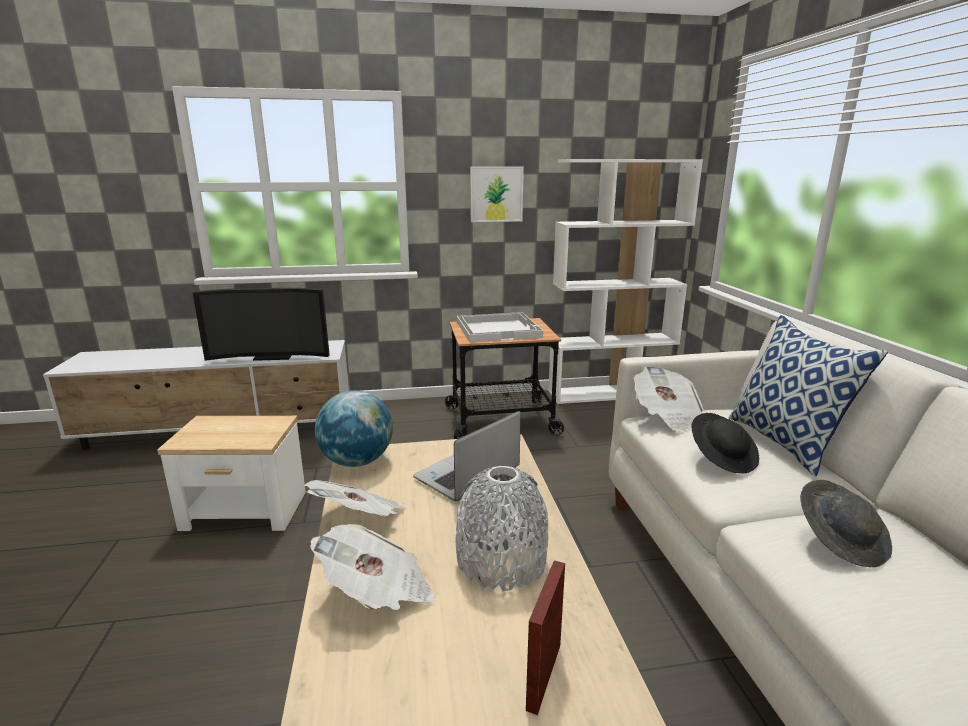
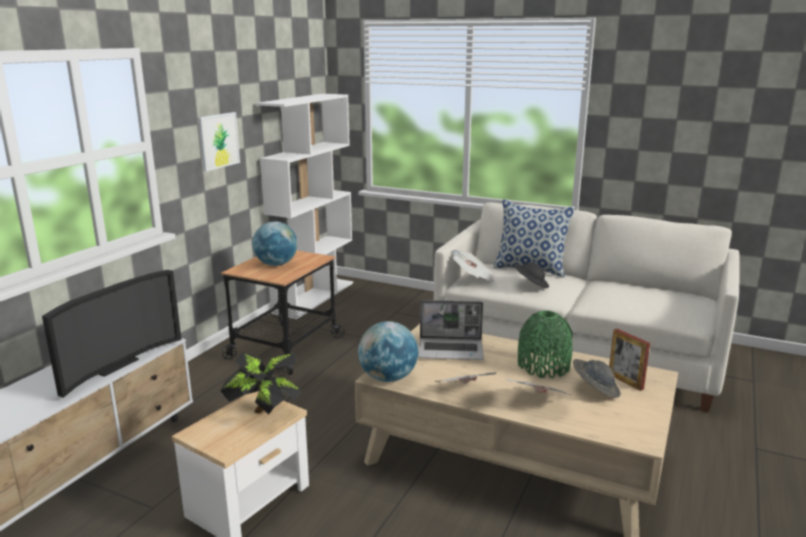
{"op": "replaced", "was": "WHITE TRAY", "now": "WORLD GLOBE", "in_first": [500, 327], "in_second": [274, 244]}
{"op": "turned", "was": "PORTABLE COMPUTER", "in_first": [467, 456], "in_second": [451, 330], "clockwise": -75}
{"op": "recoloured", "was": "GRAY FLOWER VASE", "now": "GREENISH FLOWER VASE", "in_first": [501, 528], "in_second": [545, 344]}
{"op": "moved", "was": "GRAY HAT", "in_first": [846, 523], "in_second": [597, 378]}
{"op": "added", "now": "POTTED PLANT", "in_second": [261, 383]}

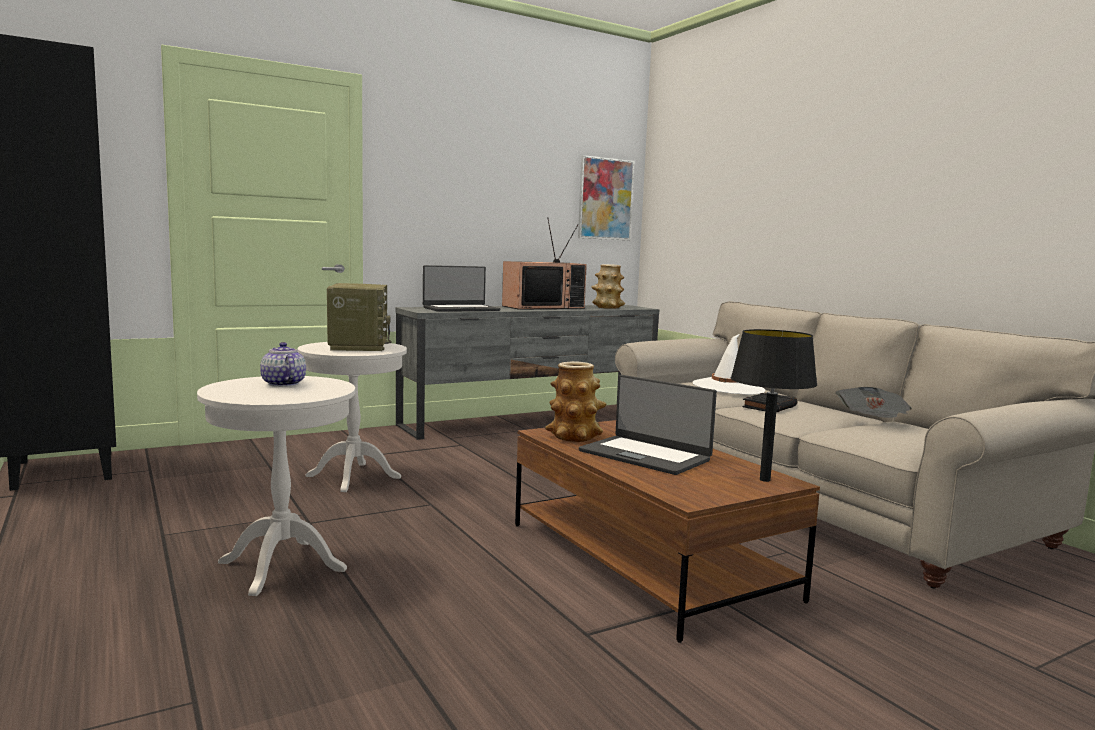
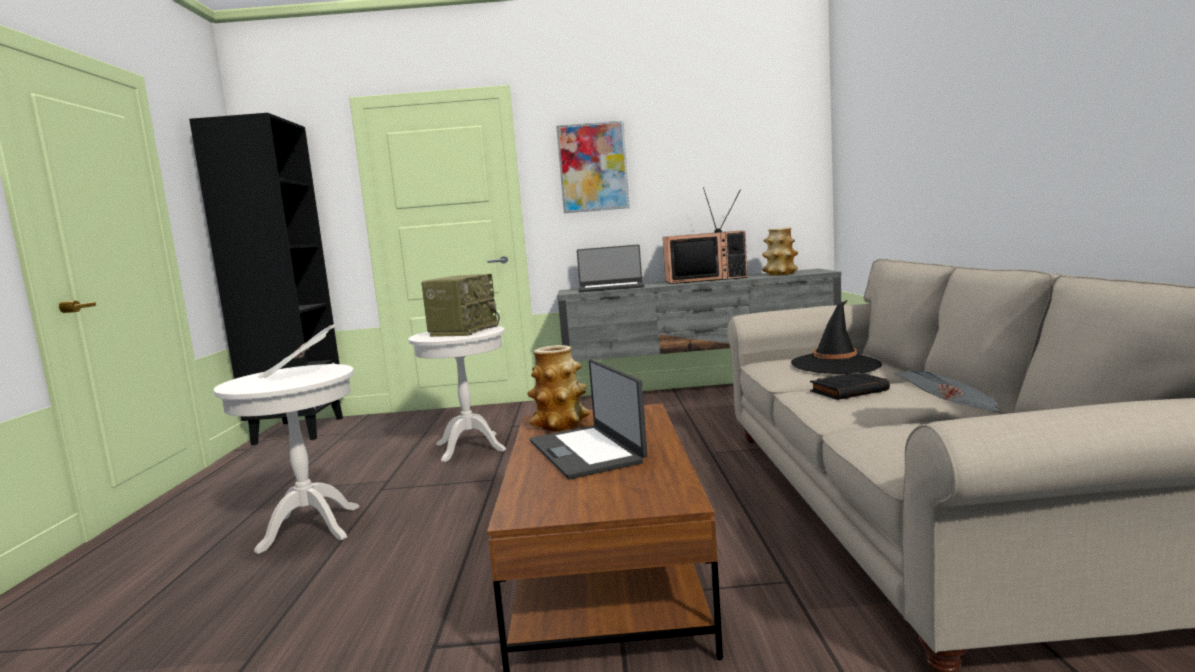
{"op": "moved", "was": "WALL PICTURE", "in_first": [606, 197], "in_second": [593, 166]}
{"op": "removed", "was": "BLACK-COLOURED TABLETOP LAMP", "in_first": [774, 405]}
{"op": "recoloured", "was": "WHITE HAT", "now": "BLACK-COLOURED HAT", "in_first": [729, 364], "in_second": [836, 337]}
{"op": "replaced", "was": "TEAPOT", "now": "NEWSPAPER", "in_first": [283, 364], "in_second": [296, 351]}

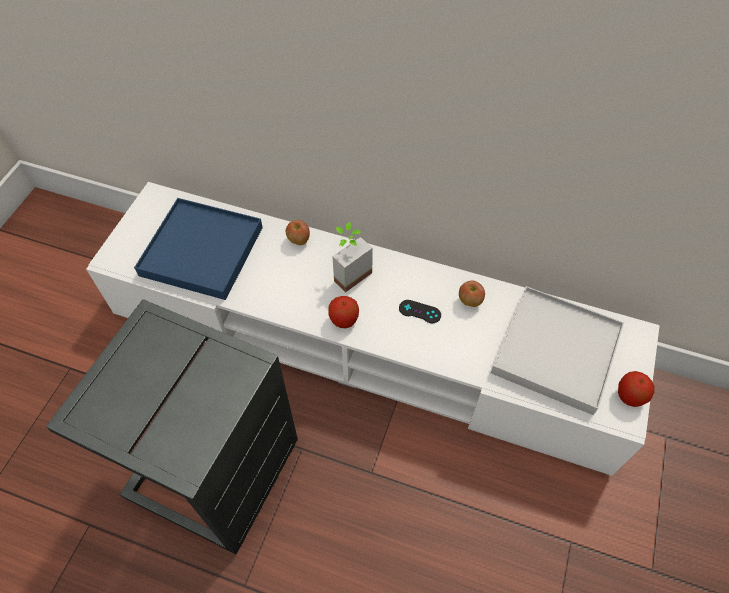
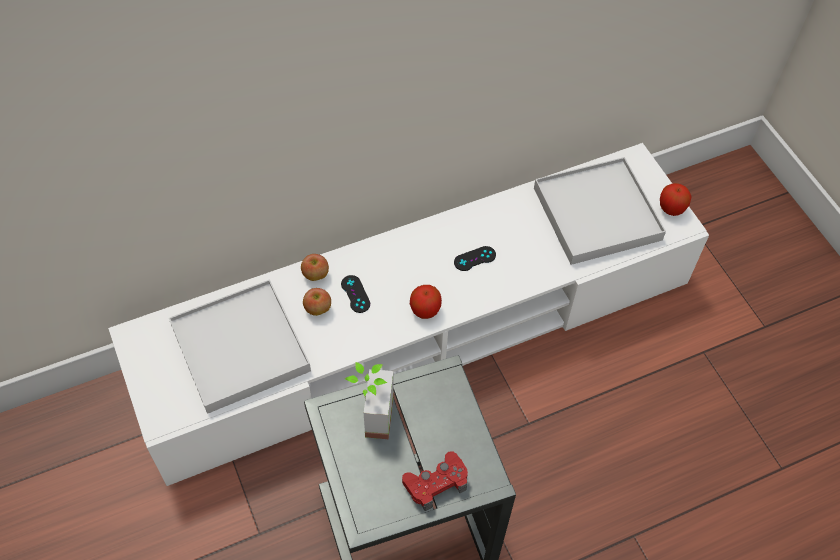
{"op": "recoloured", "was": "BLUE TRAY", "now": "WHITE TRAY", "in_first": [198, 249], "in_second": [240, 346]}
{"op": "moved", "was": "POTTED PLANT", "in_first": [352, 257], "in_second": [369, 400]}
{"op": "moved", "was": "APPLE FRUIT", "in_first": [472, 294], "in_second": [317, 302]}
{"op": "added", "now": "BLACK-COLOURED GAME CONTROLLER", "in_second": [355, 294]}
{"op": "added", "now": "RED-COLOURED GAME CONTROLLER", "in_second": [435, 481]}

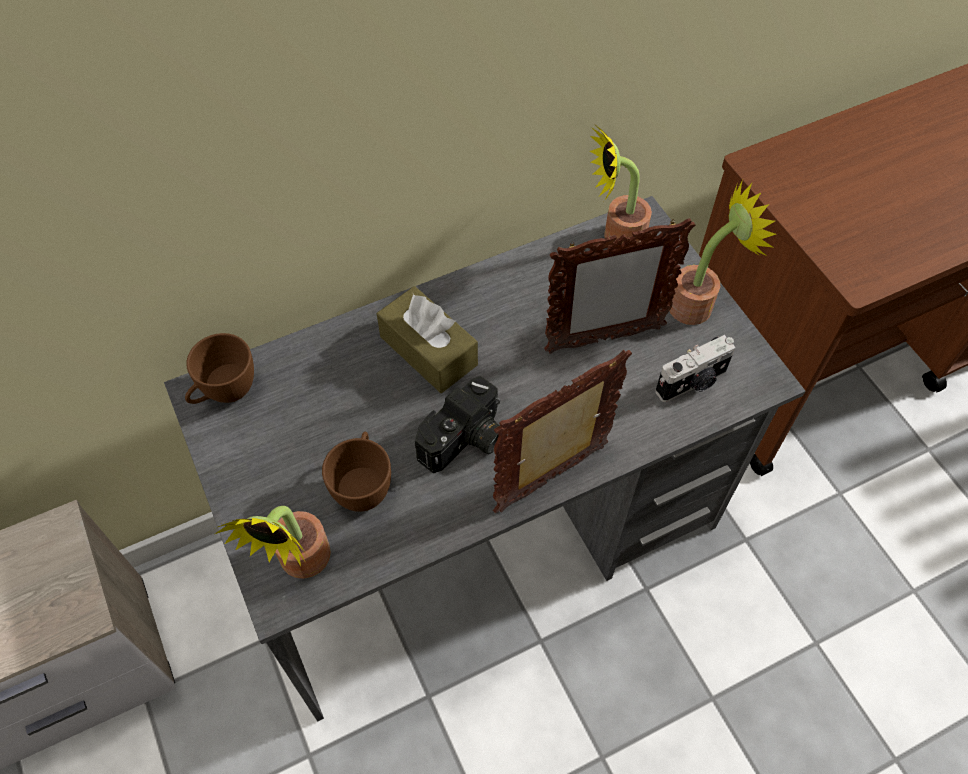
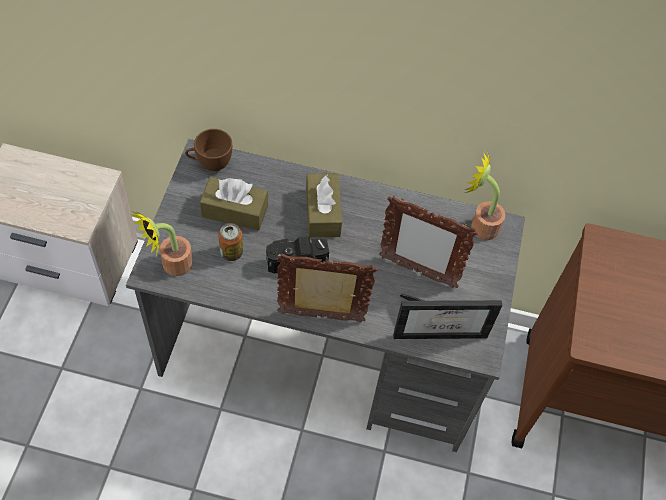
{"op": "removed", "was": "POTTED PLANT", "in_first": [723, 252]}
{"op": "replaced", "was": "STILL CAMERA", "now": "PHOTO FRAME", "in_first": [695, 368], "in_second": [447, 316]}
{"op": "replaced", "was": "BROWN SMALL CUP", "now": "CAN", "in_first": [356, 471], "in_second": [230, 242]}
{"op": "added", "now": "BROWN TISSUE BOX", "in_second": [234, 204]}

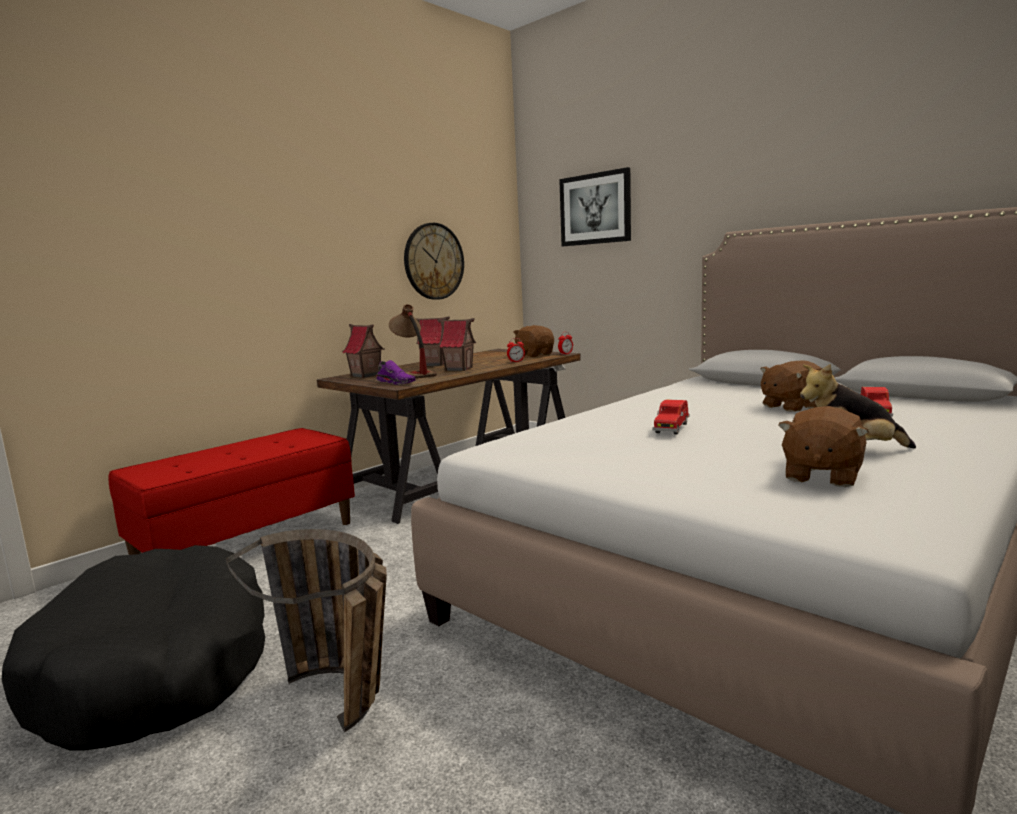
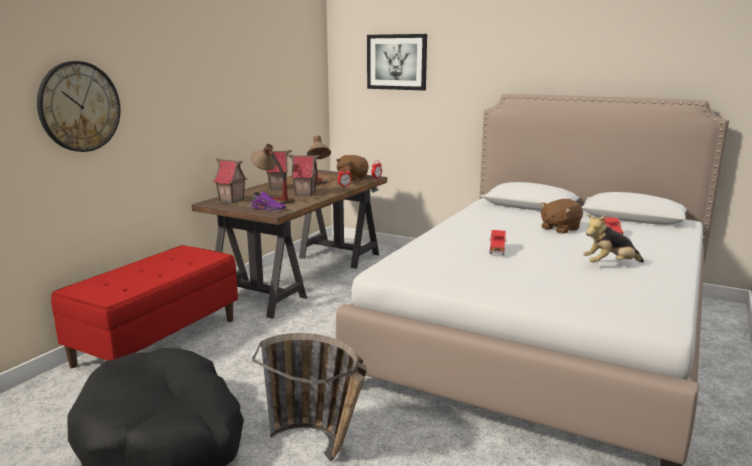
{"op": "moved", "was": "CLOCK ON THE WALL", "in_first": [434, 261], "in_second": [78, 106]}
{"op": "removed", "was": "BROWN PLUSH TOY", "in_first": [823, 446]}
{"op": "added", "now": "TABLETOP LAMP", "in_second": [319, 160]}

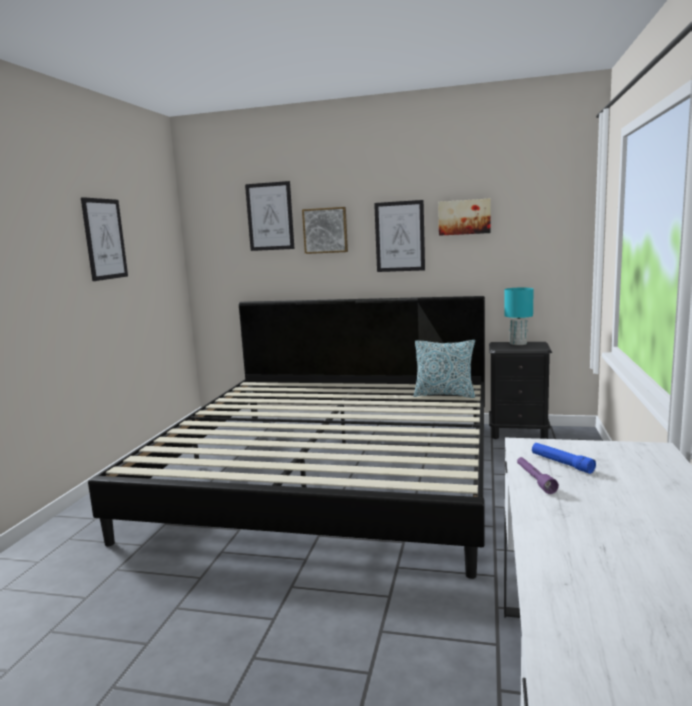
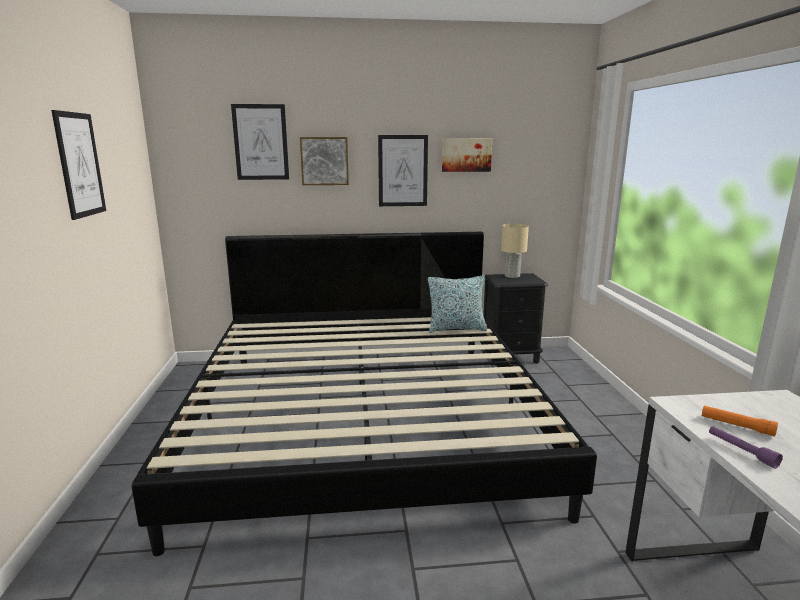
{"op": "recoloured", "was": "BLUE-GREEN TABLETOP LAMP", "now": "BEIGE TABLETOP LAMP", "in_first": [519, 316], "in_second": [515, 251]}
{"op": "recoloured", "was": "BLUE HAND TORCH", "now": "ORANGEY HAND TORCH", "in_first": [564, 458], "in_second": [740, 421]}

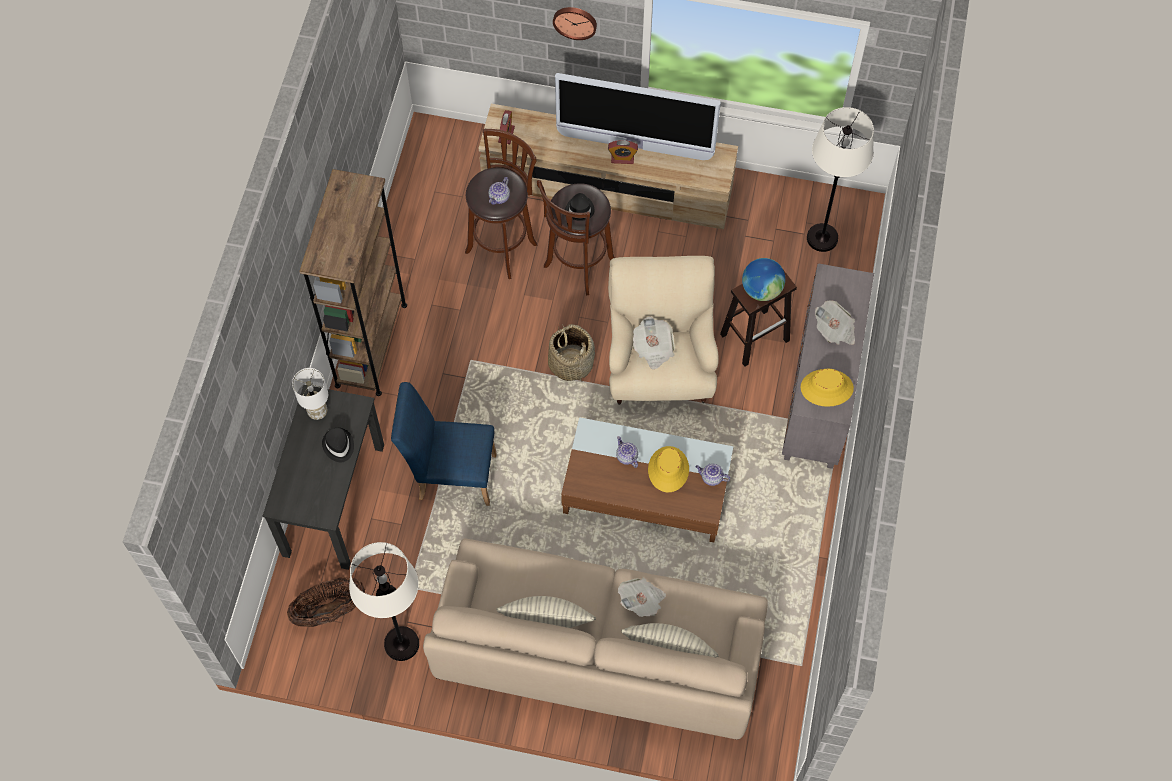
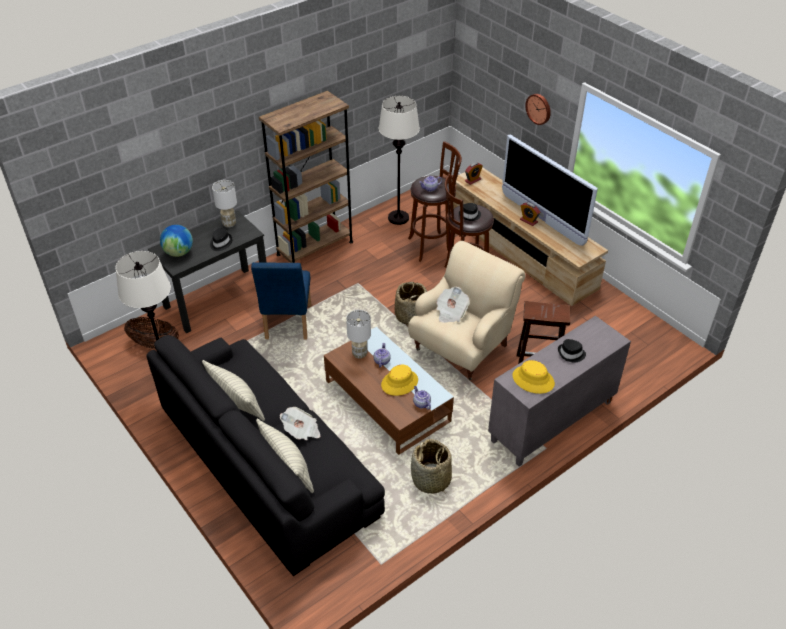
{"op": "moved", "was": "WHITE FLOOR LAMP", "in_first": [840, 179], "in_second": [399, 160]}
{"op": "moved", "was": "WORLD GLOBE", "in_first": [763, 279], "in_second": [176, 241]}
{"op": "replaced", "was": "NEWSPAPER", "now": "BLACK-COLOURED HAT", "in_first": [835, 322], "in_second": [572, 350]}
{"op": "turned", "was": "BLUE UPRIGHT CHAIR", "in_first": [444, 444], "in_second": [281, 301], "clockwise": -135}
{"op": "recoloured", "was": "BEIGE SETTEE", "now": "BLACK-COLOURED SETTEE", "in_first": [595, 639], "in_second": [266, 455]}
{"op": "added", "now": "WHITE TABLETOP LAMP", "in_second": [358, 334]}
{"op": "added", "now": "BASKET", "in_second": [431, 466]}

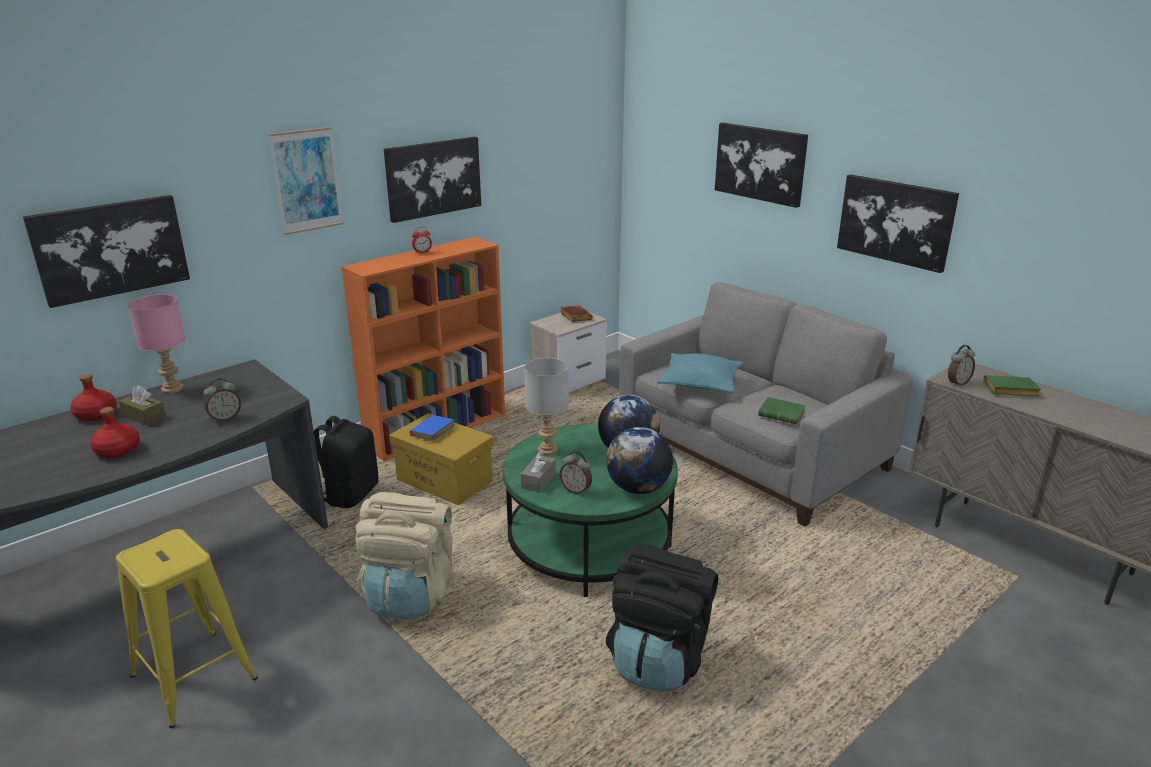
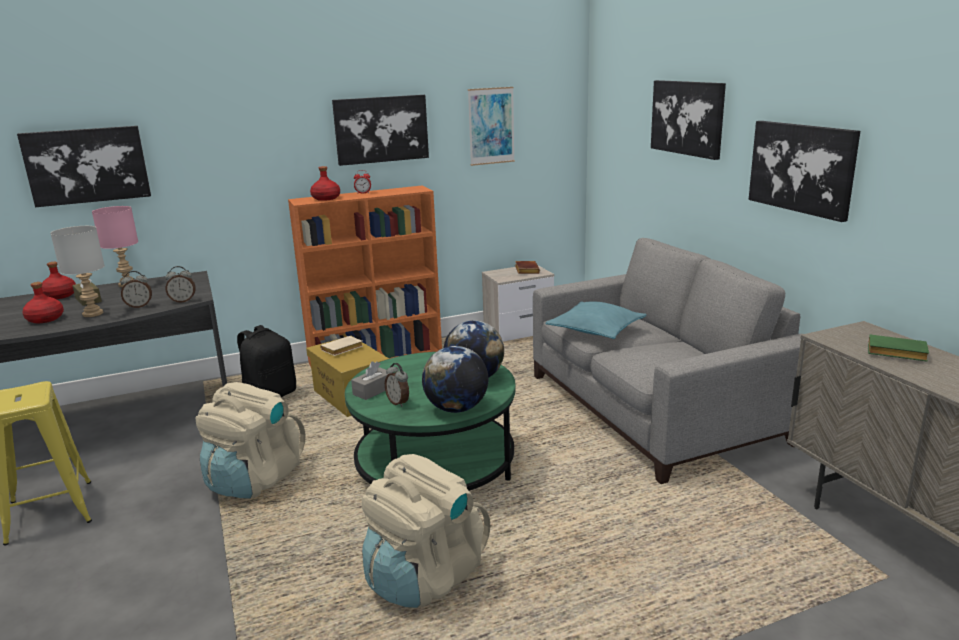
{"op": "moved", "was": "WALL PICTURE", "in_first": [306, 181], "in_second": [491, 126]}
{"op": "moved", "was": "BEDSIDE CLOCK", "in_first": [961, 365], "in_second": [180, 284]}
{"op": "moved", "was": "GRAY TABLETOP LAMP", "in_first": [546, 407], "in_second": [77, 271]}
{"op": "removed", "was": "GREENISH BOOK", "in_first": [782, 411]}
{"op": "recoloured", "was": "BLUE BOOK", "now": "BEIGE BOOK", "in_first": [432, 428], "in_second": [341, 346]}
{"op": "recoloured", "was": "BLACK-COLOURED BACKPACK", "now": "BEIGE BACKPACK", "in_first": [662, 618], "in_second": [426, 531]}
{"op": "added", "now": "RED-COLOURED DRINK BOTTLE", "in_second": [325, 183]}

